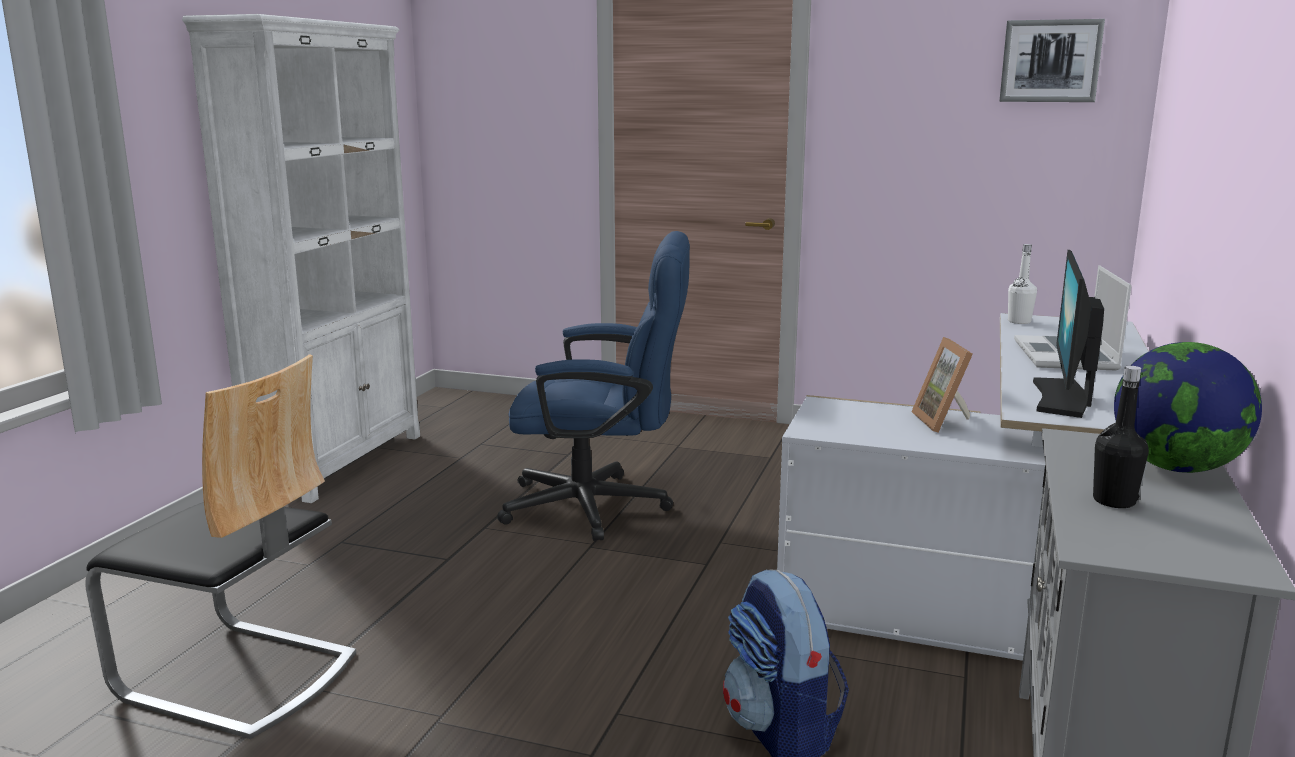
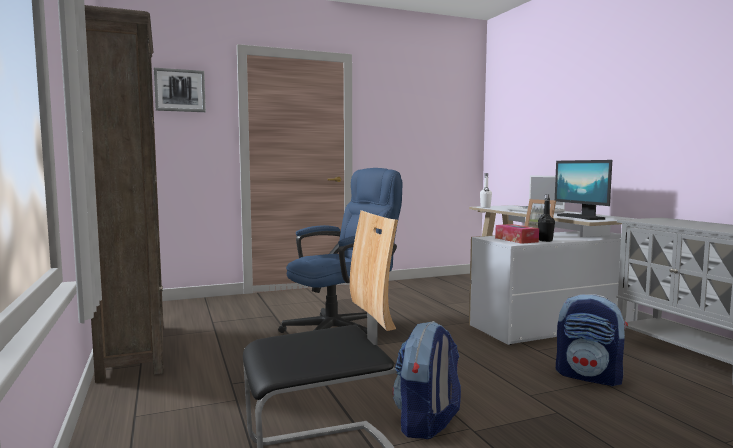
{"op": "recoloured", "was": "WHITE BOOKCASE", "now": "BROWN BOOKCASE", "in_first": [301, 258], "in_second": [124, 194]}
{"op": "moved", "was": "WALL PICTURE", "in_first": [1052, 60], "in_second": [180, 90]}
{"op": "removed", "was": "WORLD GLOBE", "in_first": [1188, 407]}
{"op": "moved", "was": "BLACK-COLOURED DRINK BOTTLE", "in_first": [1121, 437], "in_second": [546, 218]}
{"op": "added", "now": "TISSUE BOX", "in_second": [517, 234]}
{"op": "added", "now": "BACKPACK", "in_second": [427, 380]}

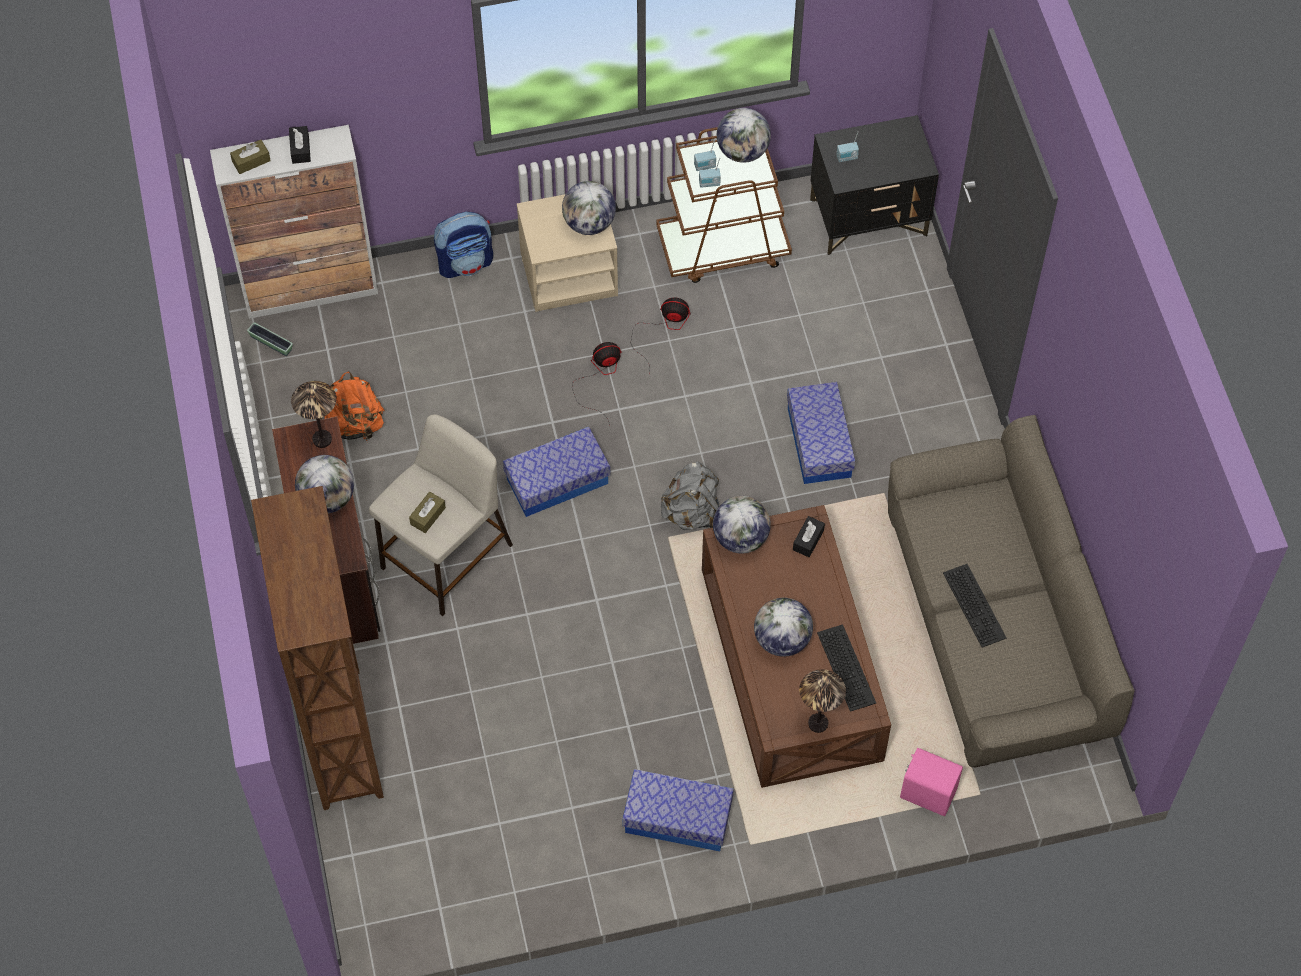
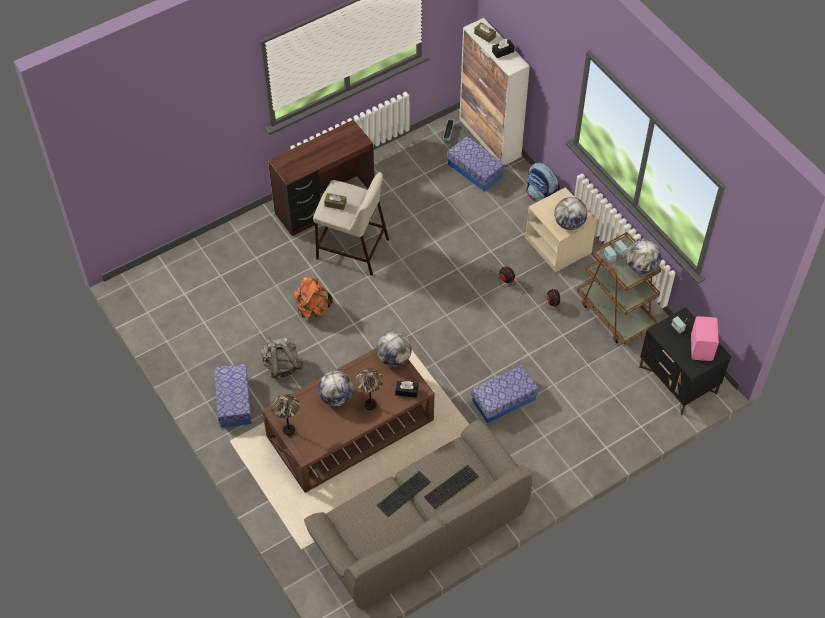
{"op": "moved", "was": "ORANGEY BACKPACK", "in_first": [351, 406], "in_second": [313, 297]}
{"op": "moved", "was": "TABLETOP LAMP", "in_first": [313, 414], "in_second": [369, 389]}
{"op": "moved", "was": "STORAGE BIN", "in_first": [556, 472], "in_second": [476, 164]}
{"op": "removed", "was": "WORLD GLOBE", "in_first": [324, 484]}
{"op": "moved", "was": "GRAY BACKPACK", "in_first": [690, 495], "in_second": [282, 358]}
{"op": "removed", "was": "BROWN BOOKCASE", "in_first": [317, 648]}
{"op": "moved", "was": "COMPUTER KEYBOARD", "in_first": [846, 668], "in_second": [451, 487]}
{"op": "moved", "was": "PINKISH SPEAKER", "in_first": [931, 782], "in_second": [705, 338]}

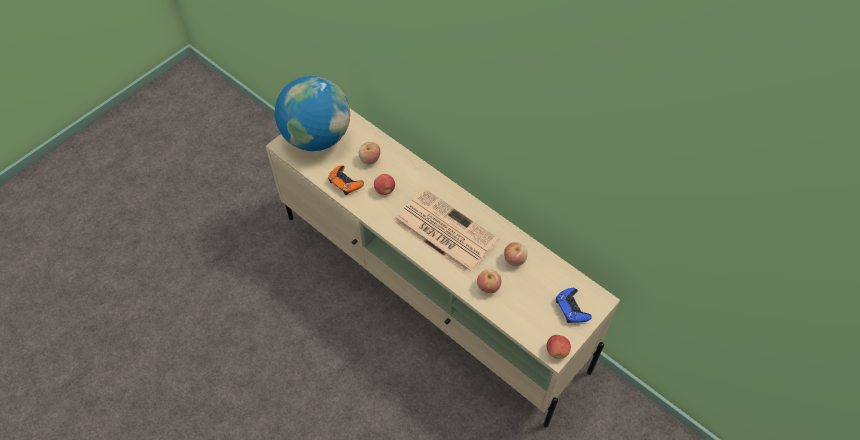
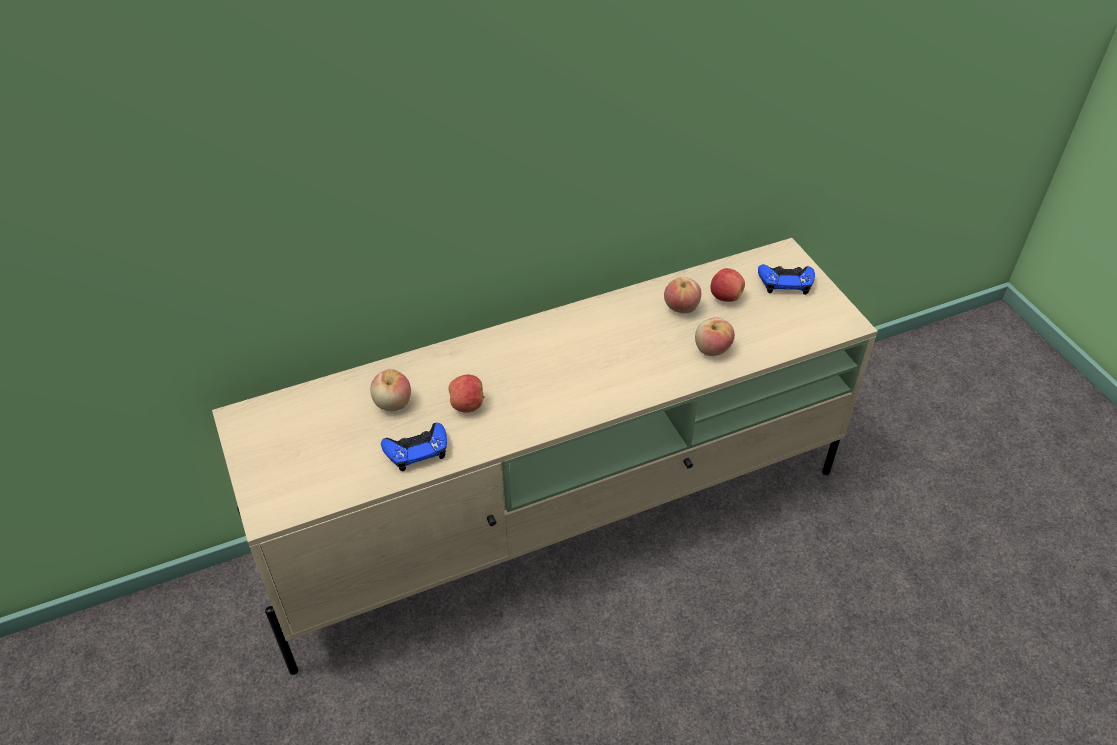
{"op": "removed", "was": "WORLD GLOBE", "in_first": [312, 113]}
{"op": "recoloured", "was": "ORANGEY GAME CONTROLLER", "now": "BLUE GAME CONTROLLER", "in_first": [346, 180], "in_second": [414, 446]}
{"op": "removed", "was": "NEWSPAPER", "in_first": [446, 231]}
{"op": "moved", "was": "APPLE FRUIT", "in_first": [559, 346], "in_second": [727, 285]}

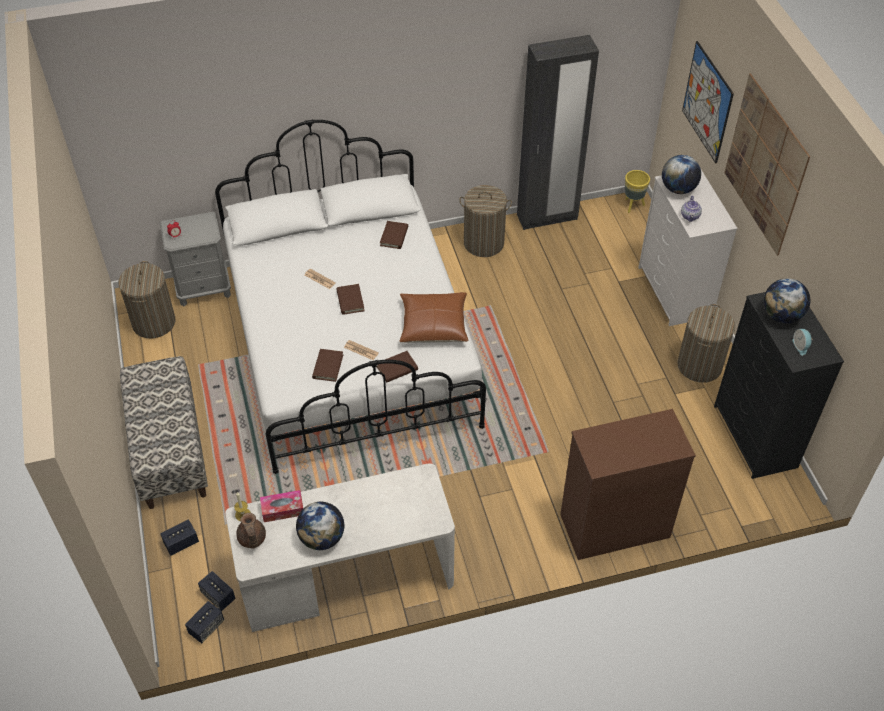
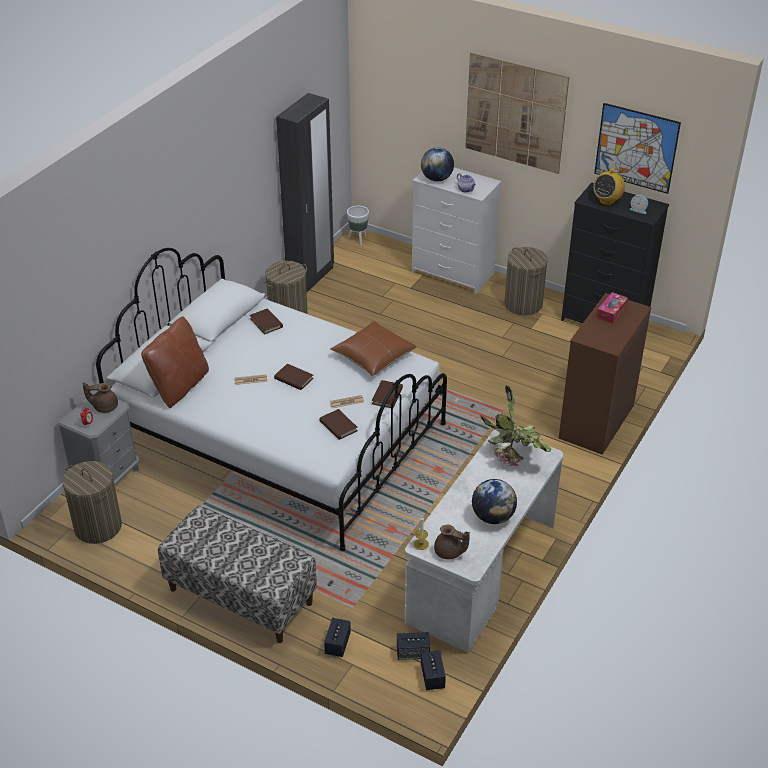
{"op": "moved", "was": "WALL PICTURE", "in_first": [708, 102], "in_second": [637, 148]}
{"op": "recoloured", "was": "YELLOWISH PLANTER", "now": "WHITE PLANTER", "in_first": [637, 191], "in_second": [358, 225]}
{"op": "replaced", "was": "WORLD GLOBE", "now": "RADIO", "in_first": [787, 300], "in_second": [609, 186]}
{"op": "moved", "was": "TISSUE BOX", "in_first": [281, 506], "in_second": [612, 308]}
{"op": "added", "now": "BROWN CUSHION", "in_second": [175, 362]}
{"op": "added", "now": "BROWN TEAPOT", "in_second": [100, 397]}
{"op": "added", "now": "POTTED PLANT", "in_second": [515, 425]}

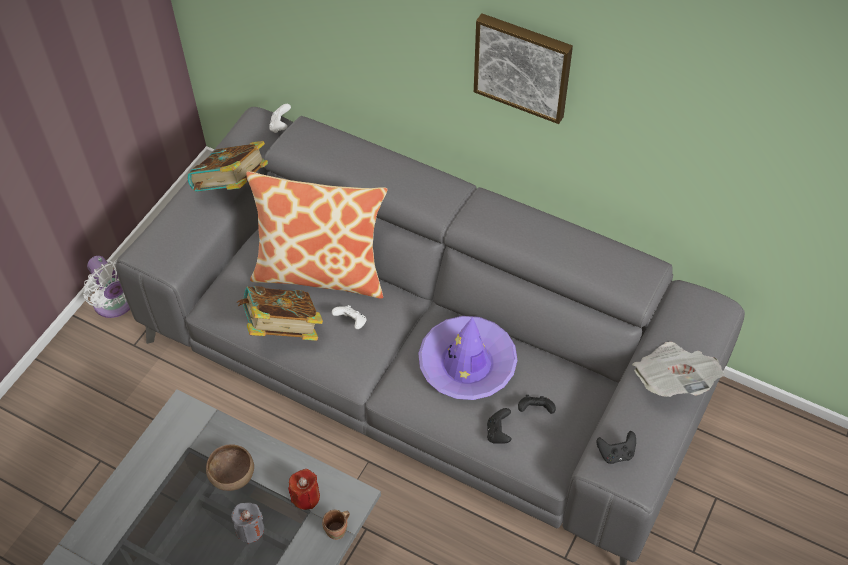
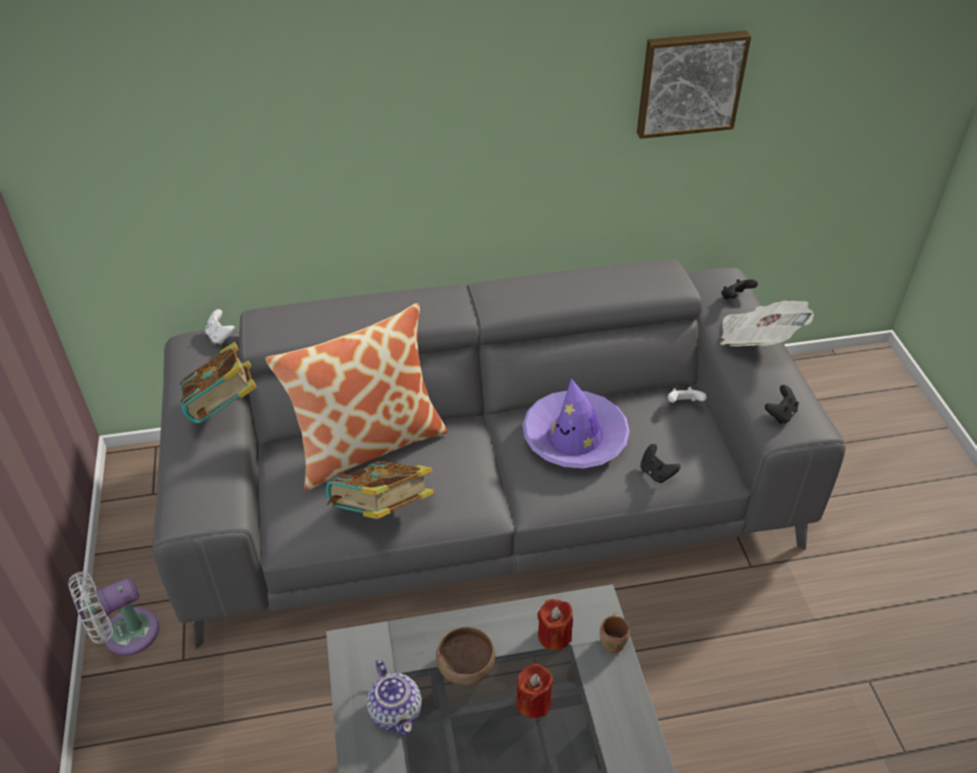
{"op": "moved", "was": "WALL PICTURE", "in_first": [523, 68], "in_second": [694, 85]}
{"op": "turned", "was": "WHITE ELECTRIC FAN", "in_first": [106, 287], "in_second": [113, 614], "clockwise": 135}
{"op": "moved", "was": "WHITE GAME CONTROLLER", "in_first": [349, 317], "in_second": [687, 395]}
{"op": "moved", "was": "BLACK-COLOURED GAME CONTROLLER", "in_first": [537, 404], "in_second": [739, 289]}
{"op": "recoloured", "was": "GRAY CANDLE", "now": "RED-COLOURED CANDLE", "in_first": [247, 523], "in_second": [535, 691]}
{"op": "added", "now": "TEAPOT", "in_second": [394, 697]}

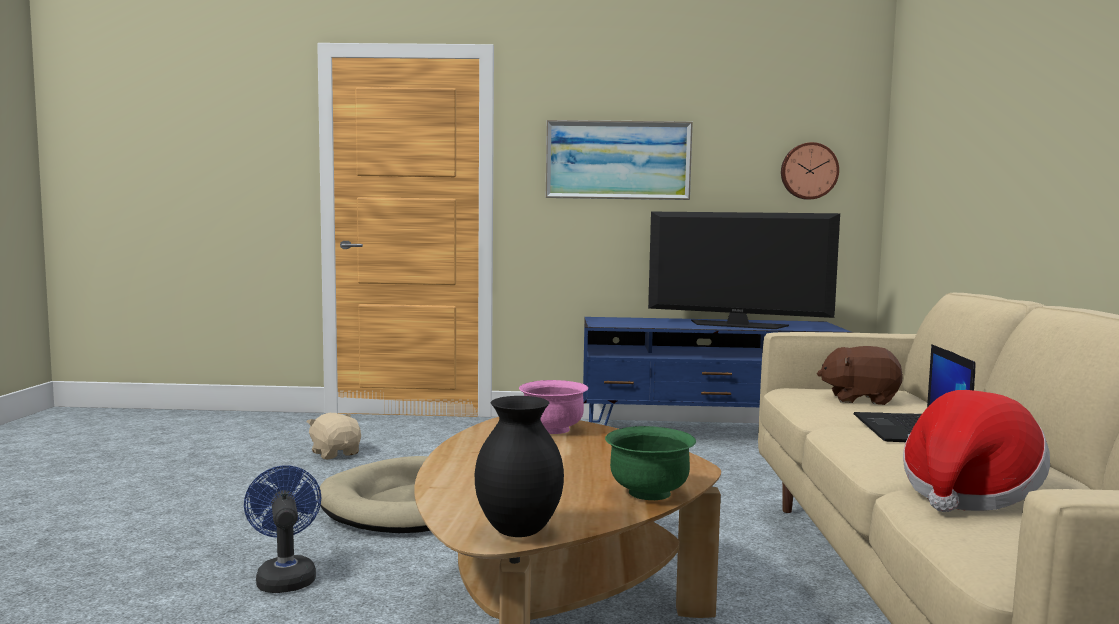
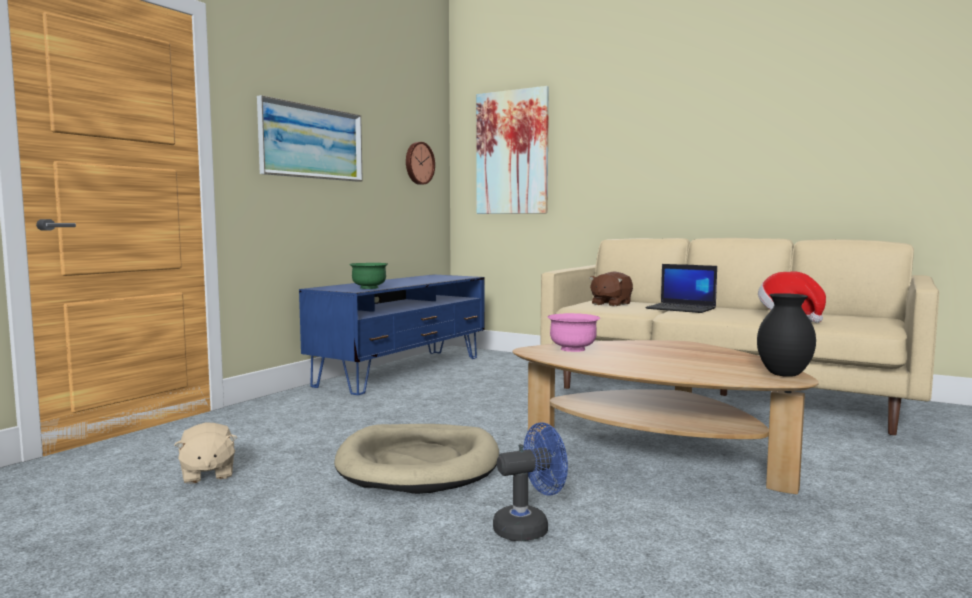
{"op": "removed", "was": "TV SET", "in_first": [744, 270]}
{"op": "turned", "was": "BEIGE PLUSH TOY", "in_first": [334, 436], "in_second": [206, 453], "clockwise": -105}
{"op": "moved", "was": "GREENISH DEEP DISH", "in_first": [650, 463], "in_second": [368, 276]}
{"op": "turned", "was": "BLUE ELECTRIC FAN", "in_first": [282, 529], "in_second": [530, 482], "clockwise": 150}
{"op": "added", "now": "WALL PICTURE", "in_second": [512, 150]}

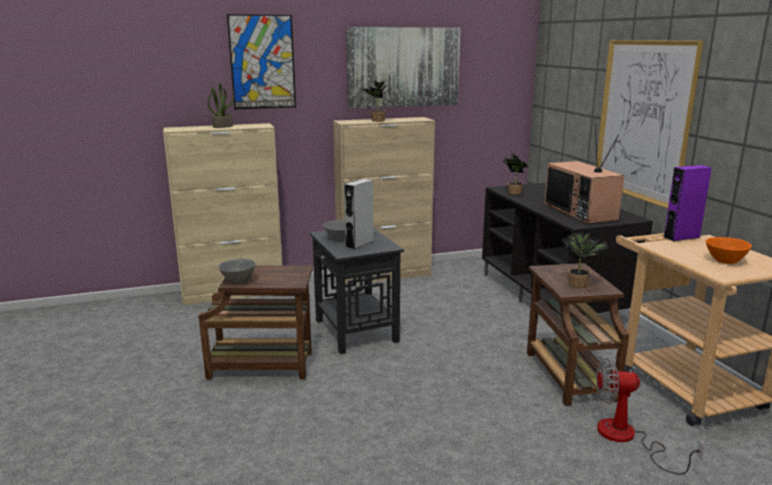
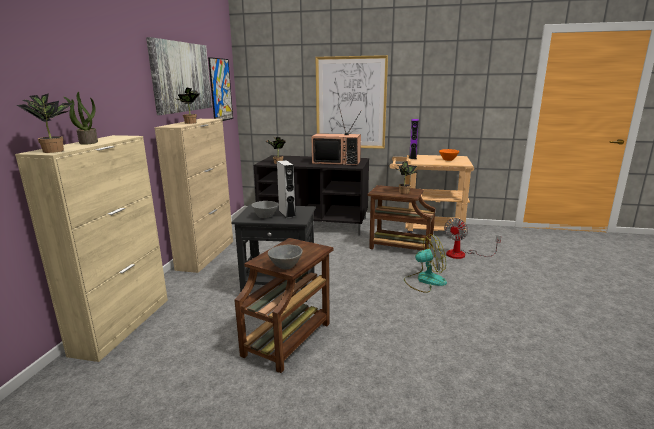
{"op": "moved", "was": "WALL PICTURE", "in_first": [261, 61], "in_second": [220, 89]}
{"op": "added", "now": "POTTED PLANT", "in_second": [45, 123]}
{"op": "added", "now": "ELECTRIC FAN", "in_second": [425, 263]}

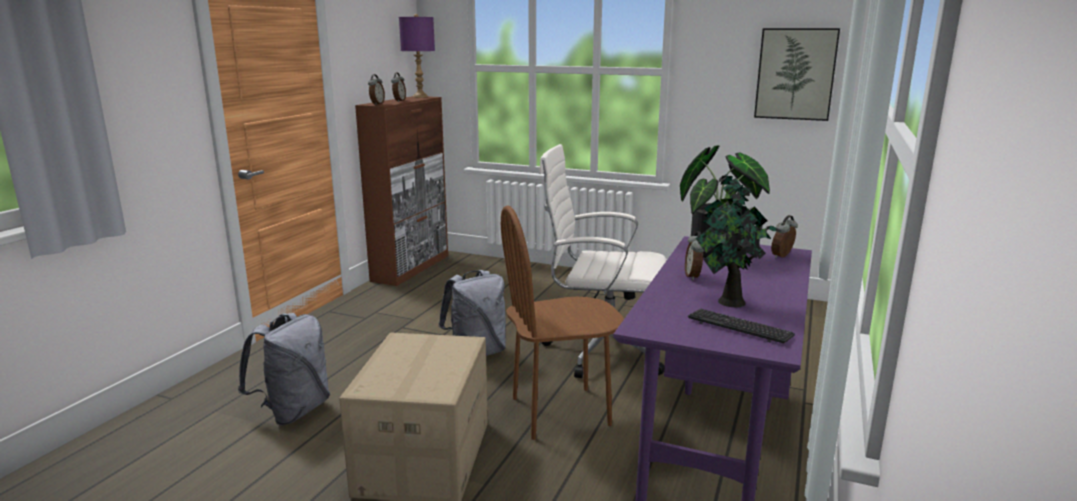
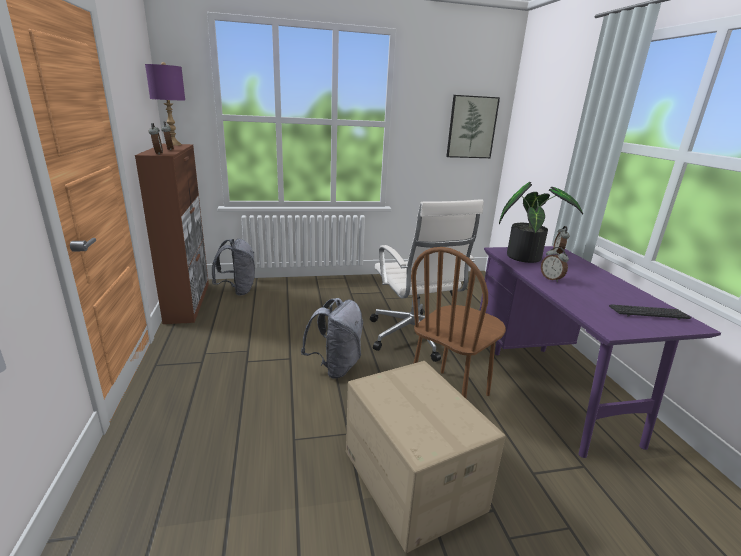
{"op": "turned", "was": "WHITE COMPUTER CHAIR", "in_first": [603, 261], "in_second": [427, 281], "clockwise": -90}
{"op": "removed", "was": "POTTED PLANT", "in_first": [738, 240]}
{"op": "moved", "was": "GRAY BACKPACK", "in_first": [284, 369], "in_second": [233, 267]}

